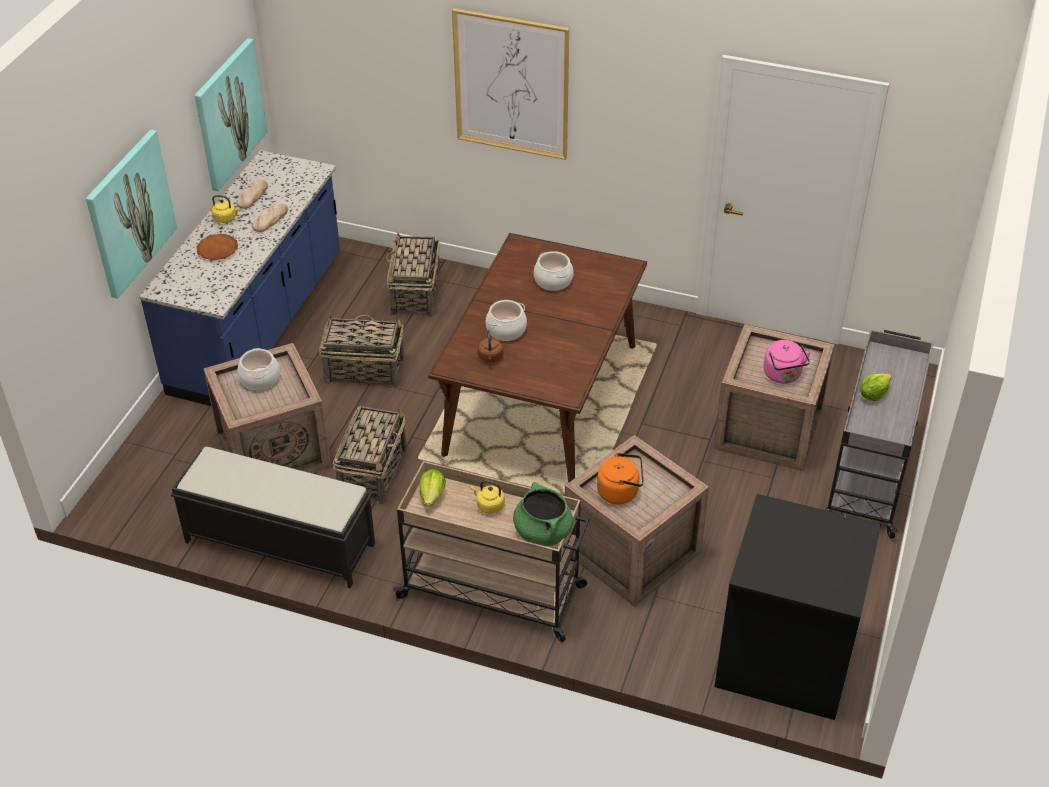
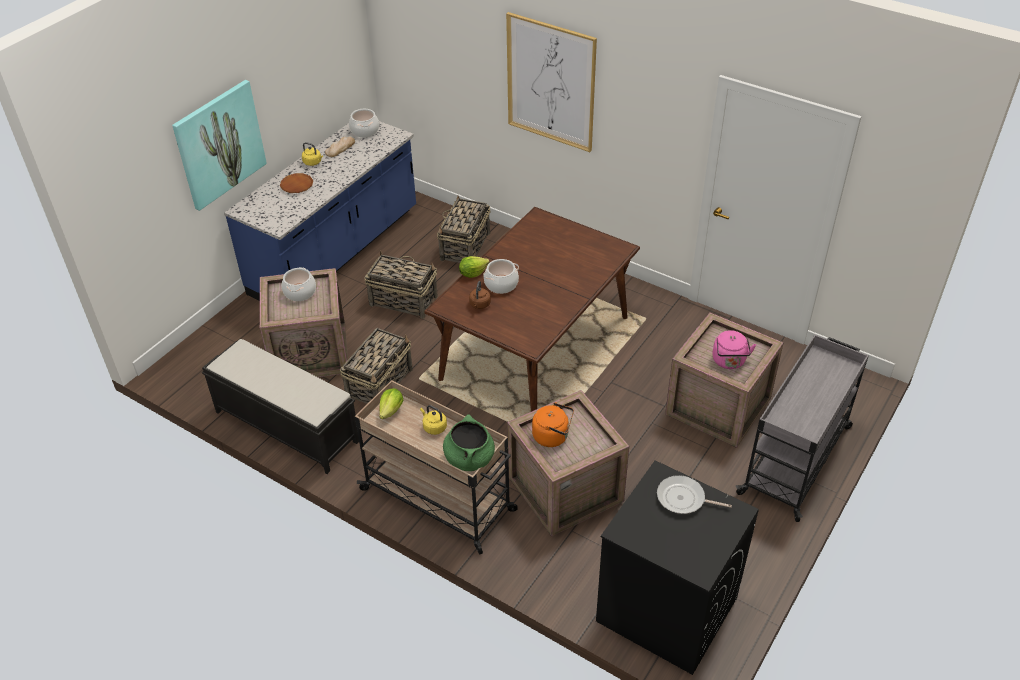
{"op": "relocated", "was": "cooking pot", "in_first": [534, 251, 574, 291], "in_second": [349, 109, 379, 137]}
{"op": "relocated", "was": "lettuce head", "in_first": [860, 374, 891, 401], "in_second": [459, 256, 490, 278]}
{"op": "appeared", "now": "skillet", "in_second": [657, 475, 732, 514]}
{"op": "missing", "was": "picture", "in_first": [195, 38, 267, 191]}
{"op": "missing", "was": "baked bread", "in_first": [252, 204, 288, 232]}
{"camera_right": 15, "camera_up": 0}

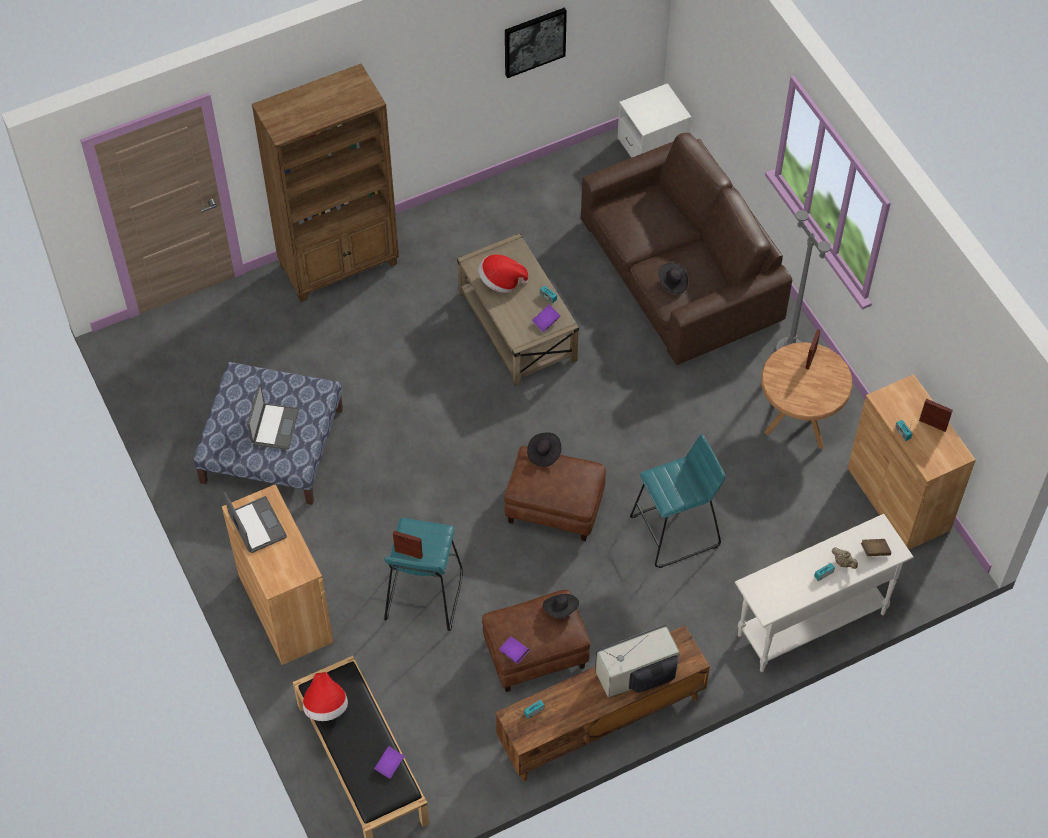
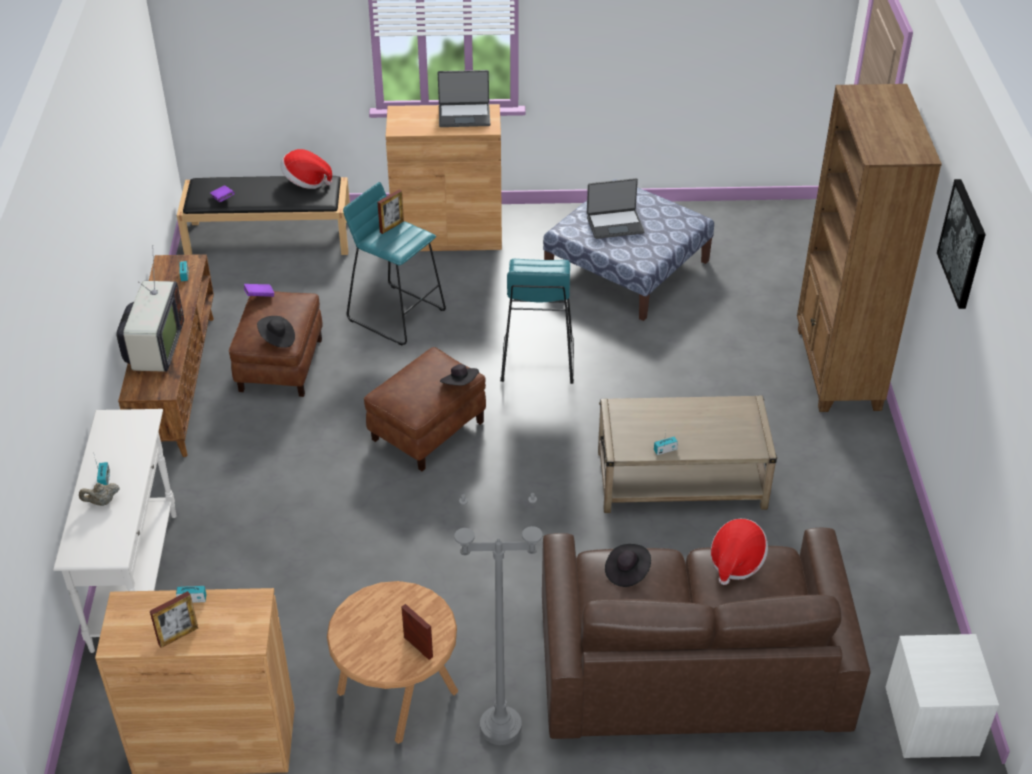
{"op": "relocated", "was": "sitting stool in blue-green", "in_first": [630, 434, 726, 568], "in_second": [500, 259, 574, 384]}
{"op": "spun", "was": "portable computer", "in_first": [247, 384, 299, 450], "in_second": [587, 178, 645, 239], "clockwise": -45}
{"op": "relocated", "was": "clothing hat", "in_first": [478, 254, 528, 293], "in_second": [711, 519, 768, 585]}
{"op": "relocated", "was": "picture", "in_first": [505, 8, 567, 78], "in_second": [937, 179, 986, 309]}
{"op": "missing", "was": "bound book in purple", "in_first": [532, 305, 561, 332]}
{"op": "missing", "was": "bound book in brown-coloured", "in_first": [861, 539, 891, 556]}
{"camera_right": 115, "camera_up": -15}

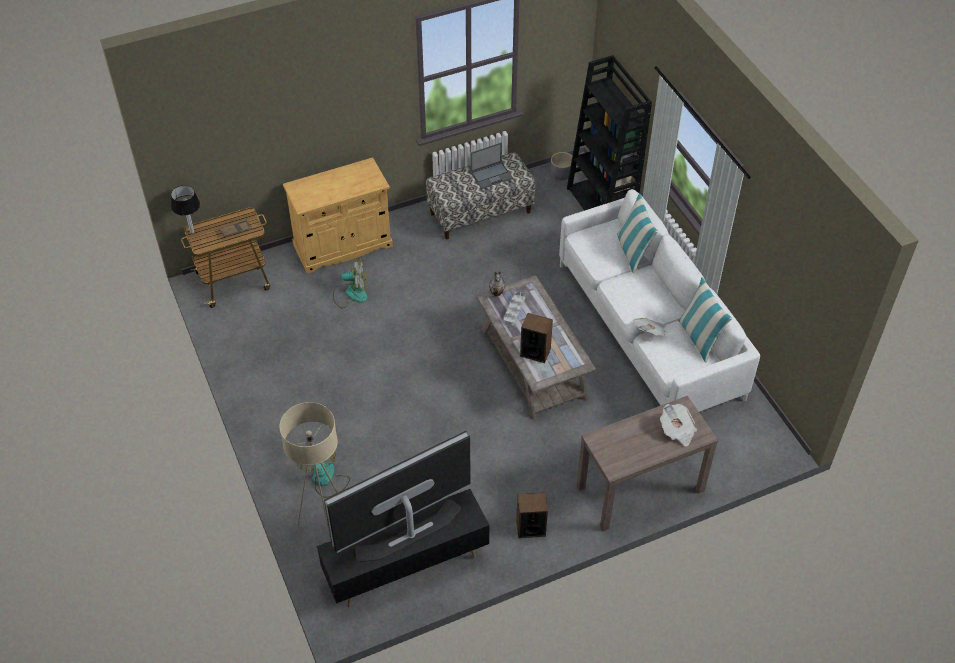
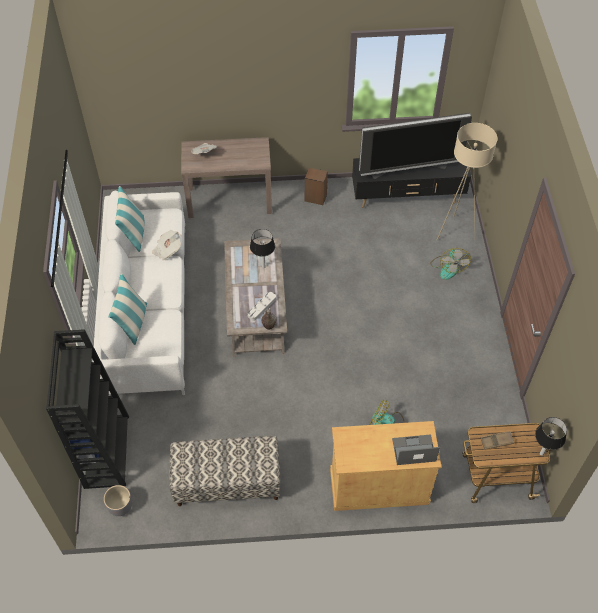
{"op": "exchanged", "was": "loudspeaker", "now": "lamp for a table", "in_first": [520, 313, 553, 363], "in_second": [250, 229, 275, 268]}
{"op": "relocated", "was": "portable computer", "in_first": [470, 142, 513, 189], "in_second": [392, 434, 440, 465]}
{"camera_right": -160, "camera_up": 5}

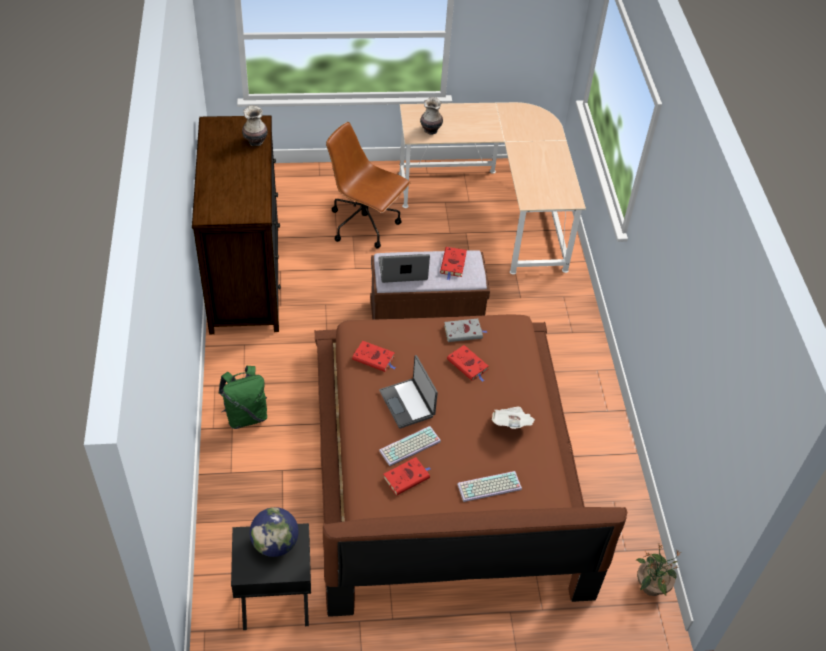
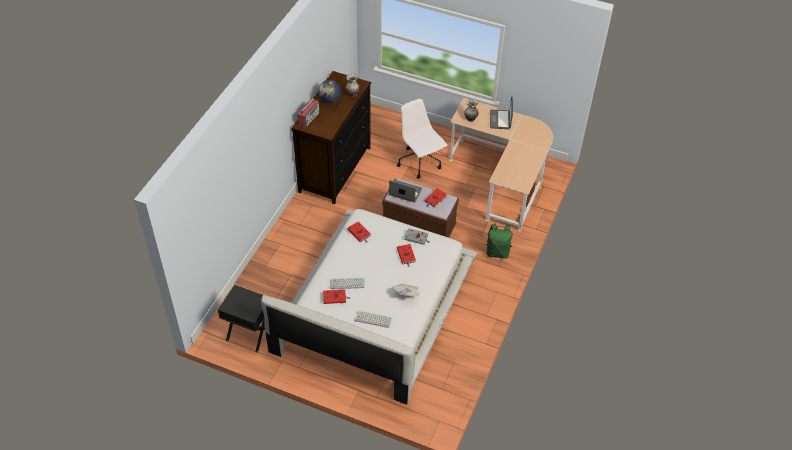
{"op": "colour", "was": "sleeping bed in brown-coloured", "now": "sleeping bed in white", "in_first": [315, 315, 627, 617], "in_second": [261, 209, 478, 405]}
{"op": "appeared", "now": "radio", "in_second": [297, 99, 320, 127]}
{"op": "relocated", "was": "desk globe", "in_first": [250, 507, 299, 557], "in_second": [318, 80, 341, 103]}
{"op": "colour", "was": "office chair in brown-coloured", "now": "office chair in white", "in_first": [326, 122, 411, 248], "in_second": [397, 99, 447, 178]}
{"op": "relocated", "was": "rucksack in green-coloured", "in_first": [219, 366, 267, 429], "in_second": [485, 224, 513, 258]}
{"op": "relocated", "was": "portable computer", "in_first": [379, 355, 438, 428], "in_second": [490, 96, 513, 129]}
{"op": "missing", "was": "potted plant", "in_first": [635, 543, 682, 596]}
{"camera_right": 30, "camera_up": 0}

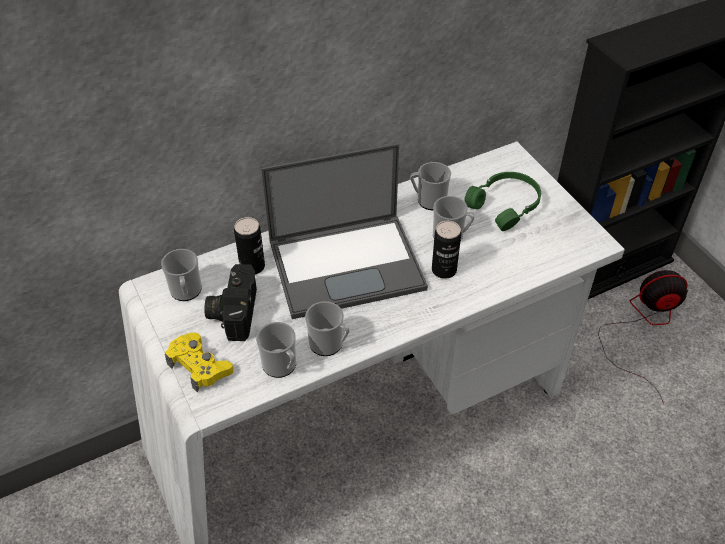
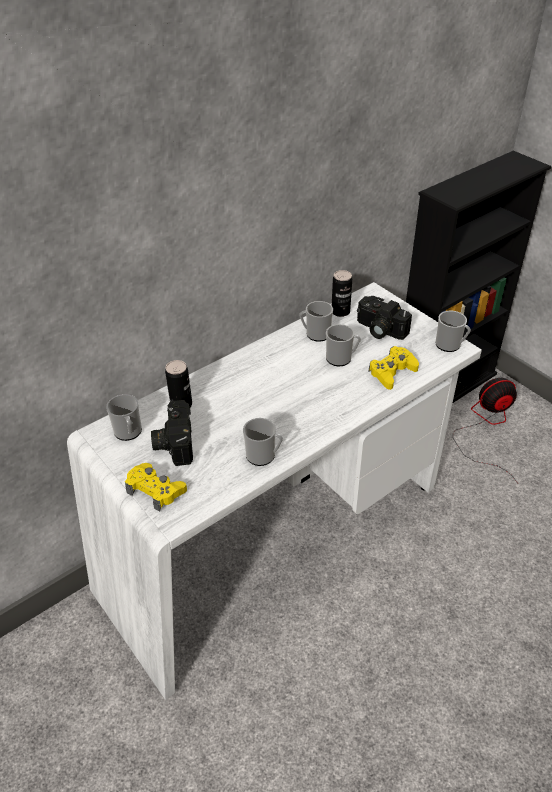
{"op": "relocated", "was": "can", "in_first": [432, 221, 461, 279], "in_second": [332, 270, 352, 317]}
{"op": "exchanged", "was": "headphones in green-coloured", "now": "photo camera", "in_first": [464, 172, 541, 231], "in_second": [357, 296, 412, 340]}
{"op": "appeared", "now": "gamepad in yellowish", "in_second": [369, 346, 419, 390]}
{"op": "relocated", "was": "coffee mug", "in_first": [256, 322, 296, 378], "in_second": [435, 311, 471, 352]}
{"op": "missing", "was": "portable computer", "in_first": [261, 143, 428, 319]}
{"camera_right": -10, "camera_up": -5}

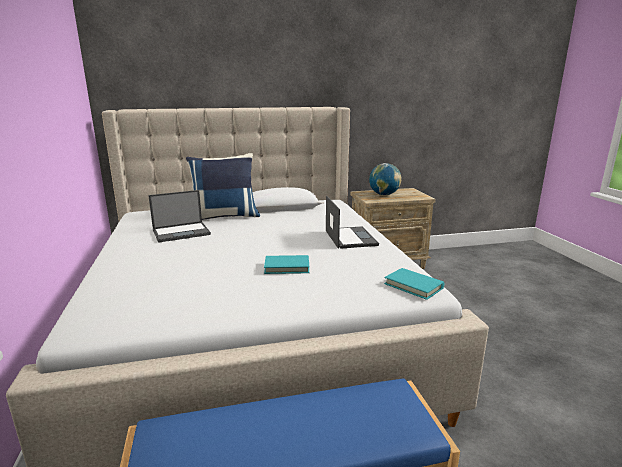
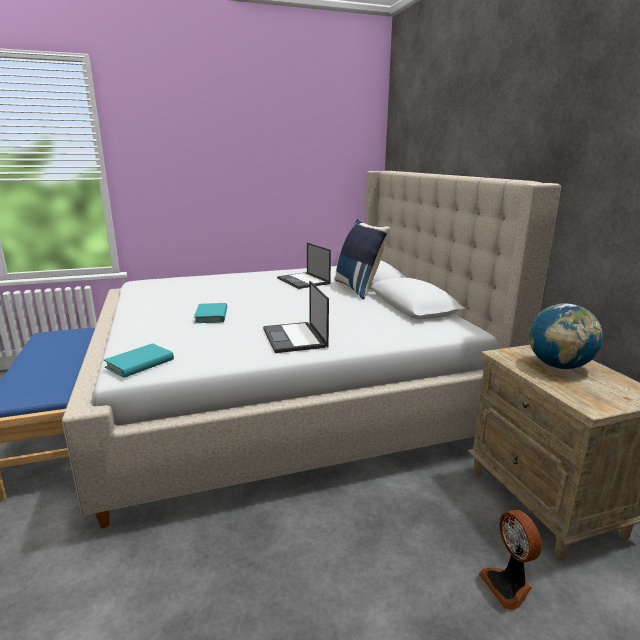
{"op": "spun", "was": "portable computer", "in_first": [326, 196, 379, 249], "in_second": [263, 281, 329, 353], "clockwise": 90}
{"op": "appeared", "now": "electric fan", "in_second": [479, 510, 542, 610]}
{"camera_right": 85, "camera_up": 0}

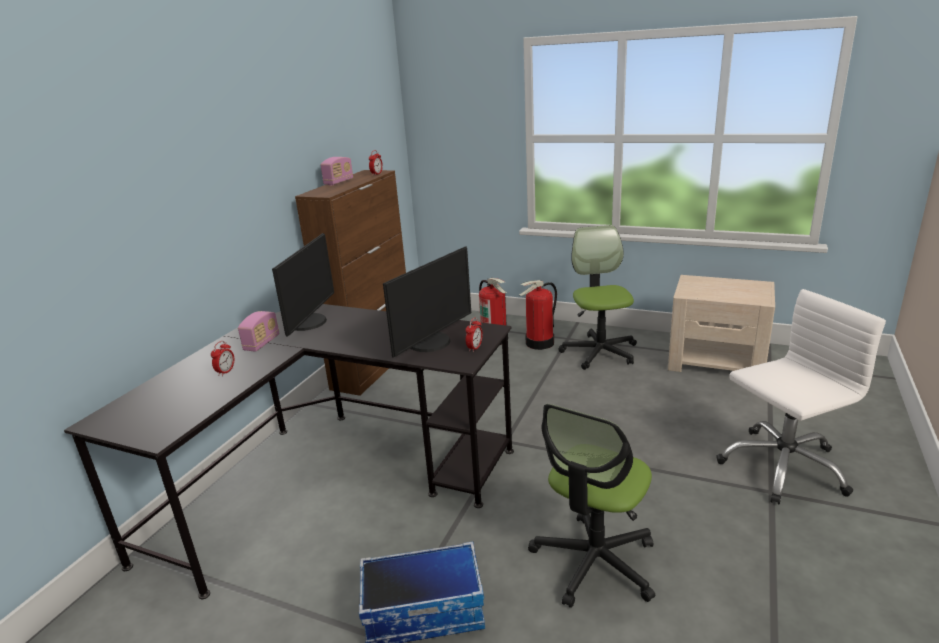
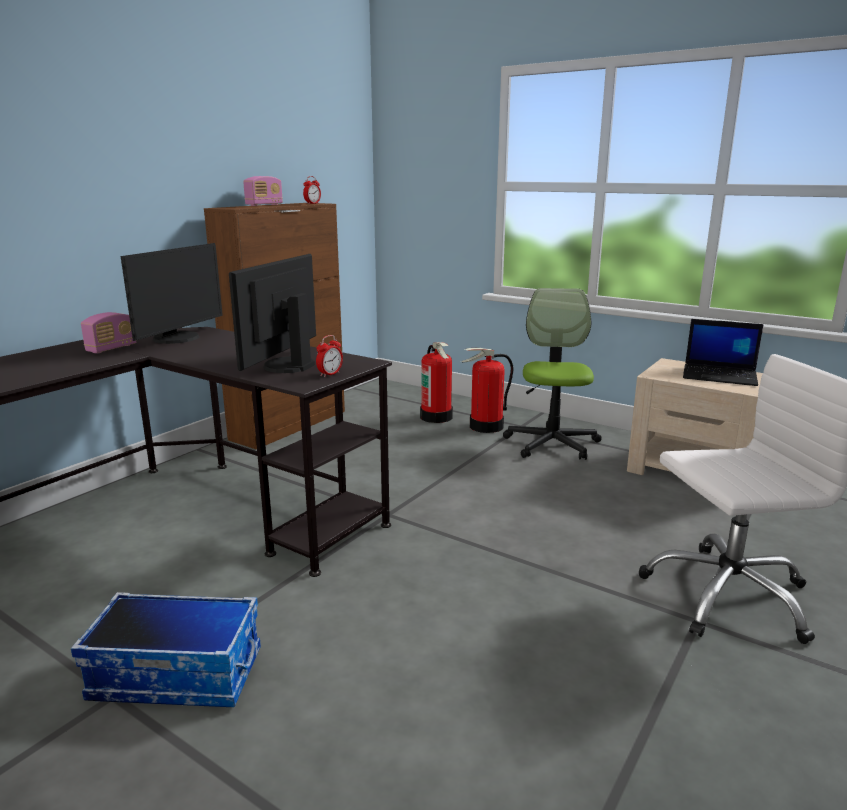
{"op": "spun", "was": "computer screen", "in_first": [383, 246, 471, 358], "in_second": [229, 254, 316, 373], "clockwise": 150}
{"op": "appeared", "now": "portable computer", "in_second": [683, 319, 764, 386]}
{"op": "missing", "was": "table clock", "in_first": [211, 341, 234, 376]}
{"op": "missing", "was": "office chair", "in_first": [528, 404, 655, 608]}
{"camera_right": 10, "camera_up": -5}

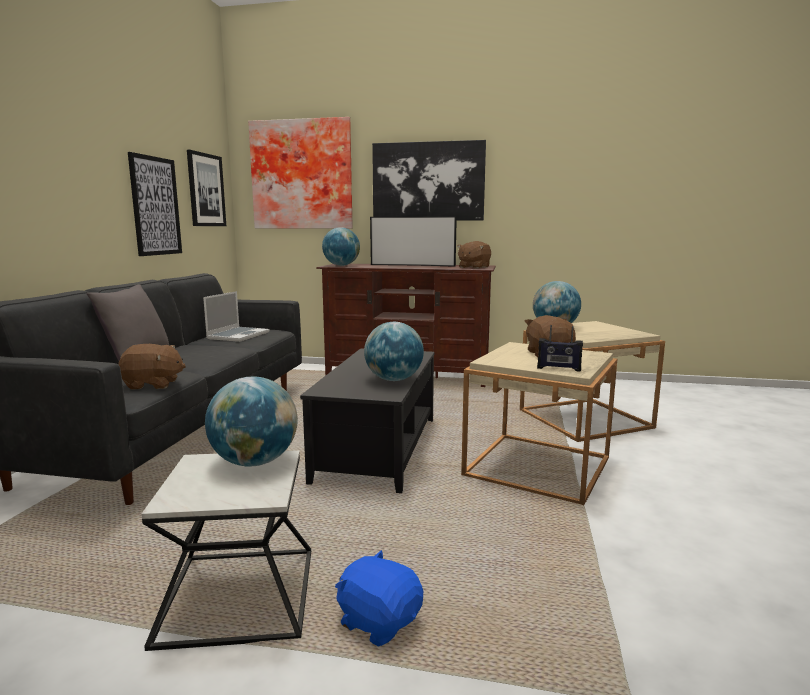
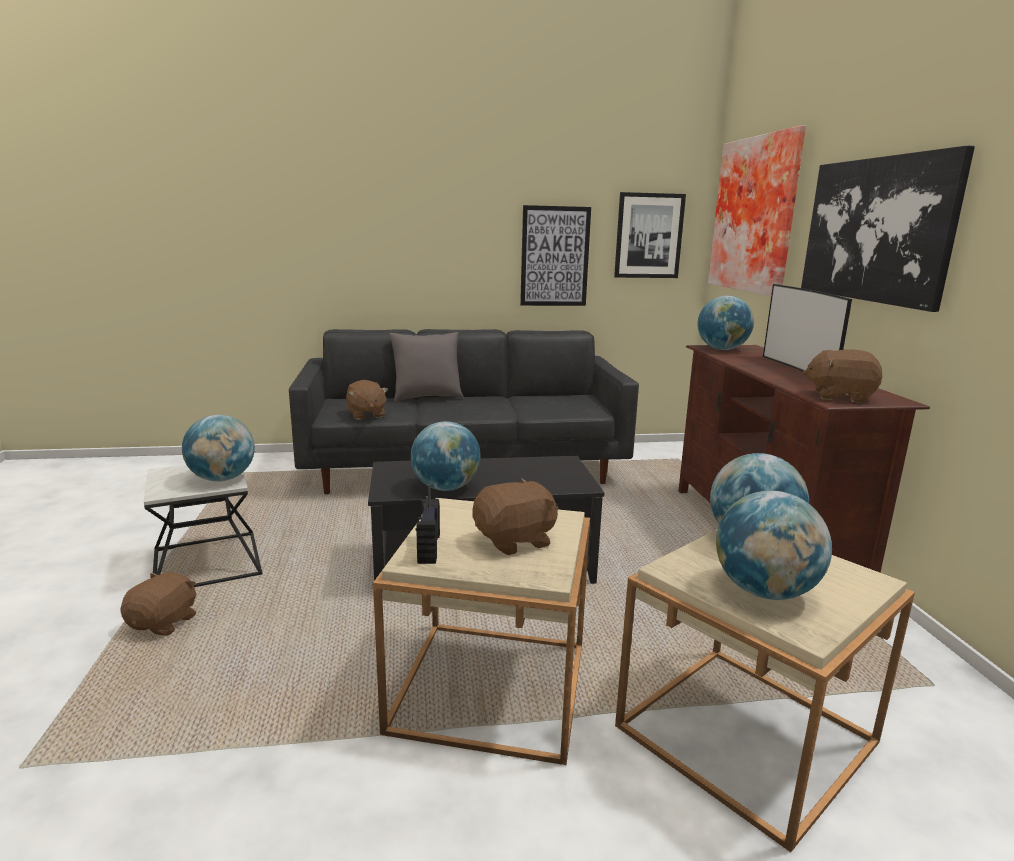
{"op": "colour", "was": "cuddly toy in blue", "now": "cuddly toy in brown-coloured", "in_first": [335, 550, 423, 647], "in_second": [120, 572, 196, 635]}
{"op": "appeared", "now": "desk globe", "in_second": [716, 490, 832, 600]}
{"op": "missing", "was": "portable computer", "in_first": [203, 291, 270, 342]}
{"camera_right": 70, "camera_up": 5}

